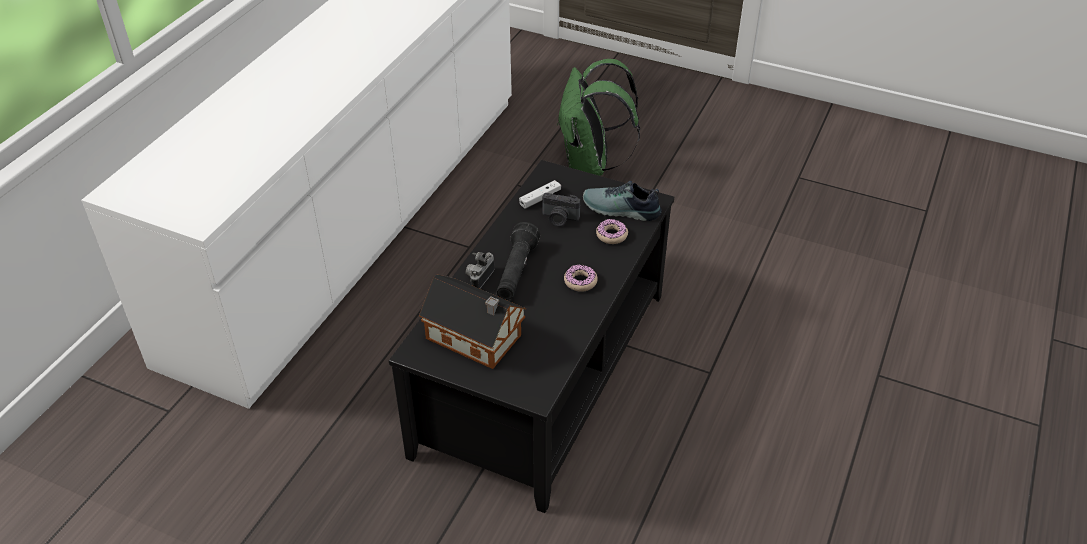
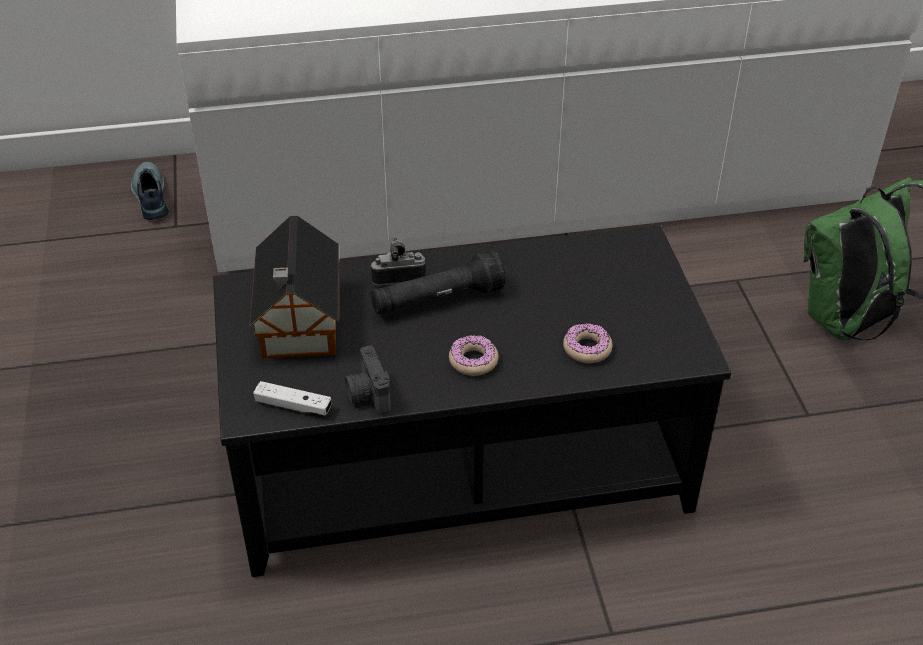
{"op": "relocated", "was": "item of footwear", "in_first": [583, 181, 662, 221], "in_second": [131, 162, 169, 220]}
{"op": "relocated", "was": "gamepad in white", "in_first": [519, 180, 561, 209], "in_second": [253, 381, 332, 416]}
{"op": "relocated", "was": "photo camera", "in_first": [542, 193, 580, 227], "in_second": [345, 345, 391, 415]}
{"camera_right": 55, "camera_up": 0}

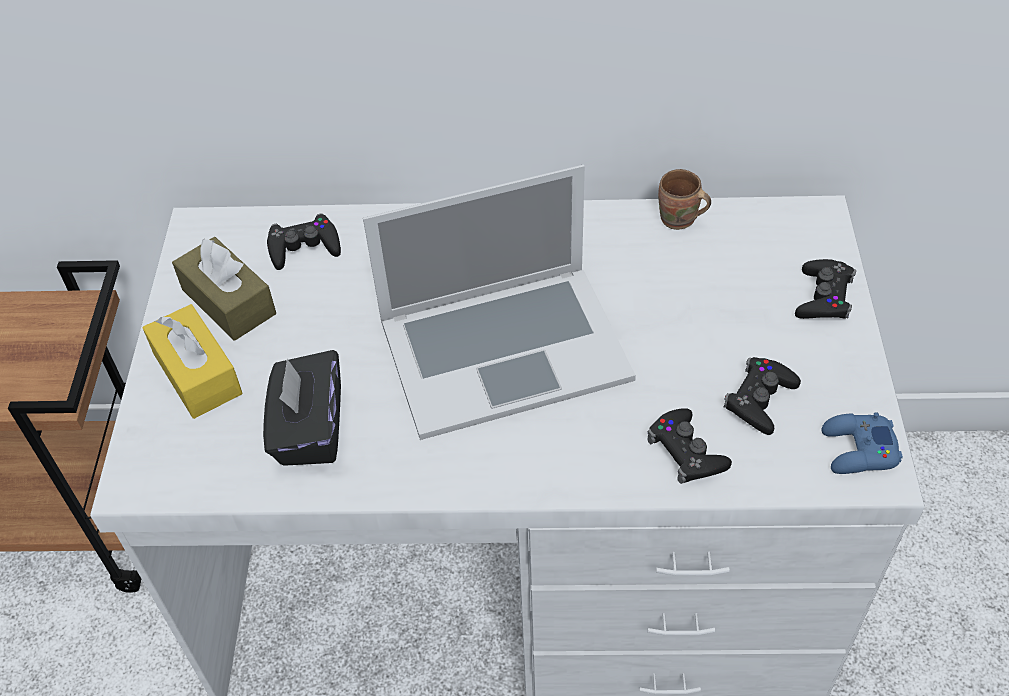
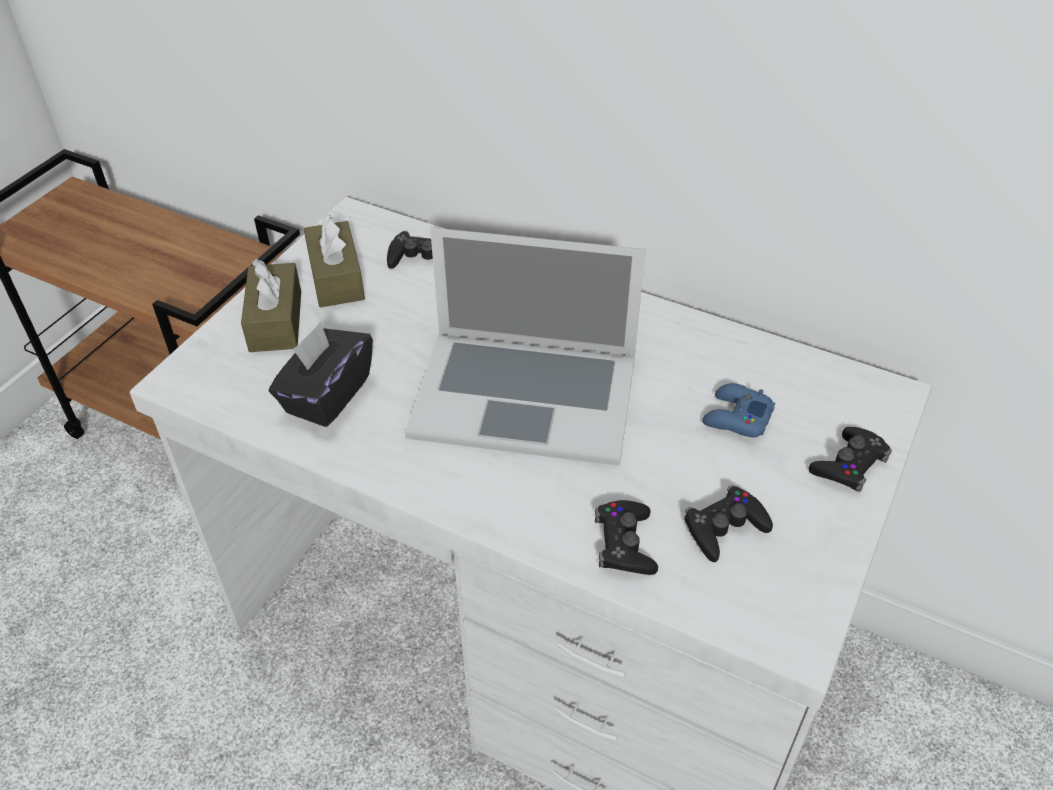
{"op": "colour", "was": "tissue box in yellowish", "now": "tissue box in brown-coloured", "in_first": [143, 304, 243, 419], "in_second": [241, 259, 301, 352]}
{"op": "relocated", "was": "gamepad in blue", "in_first": [821, 412, 903, 474], "in_second": [702, 383, 775, 438]}
{"op": "missing", "was": "coffee mug in brown-coloured", "in_first": [658, 169, 711, 230]}
{"camera_right": 25, "camera_up": -5}

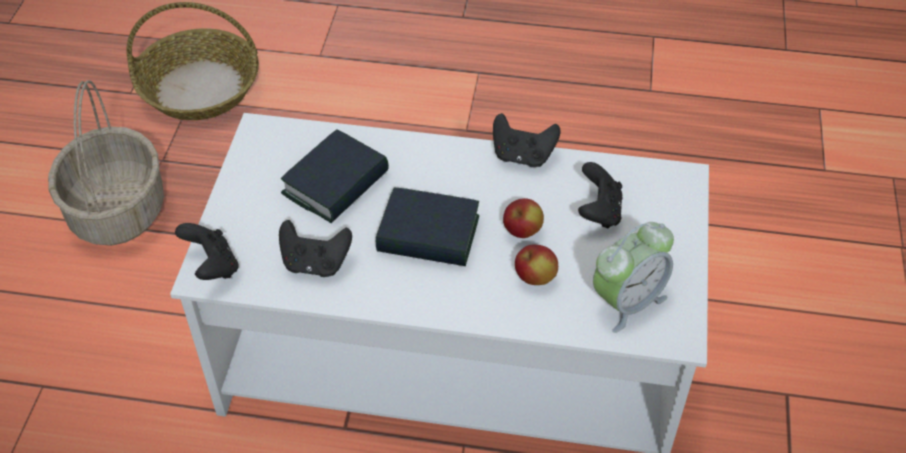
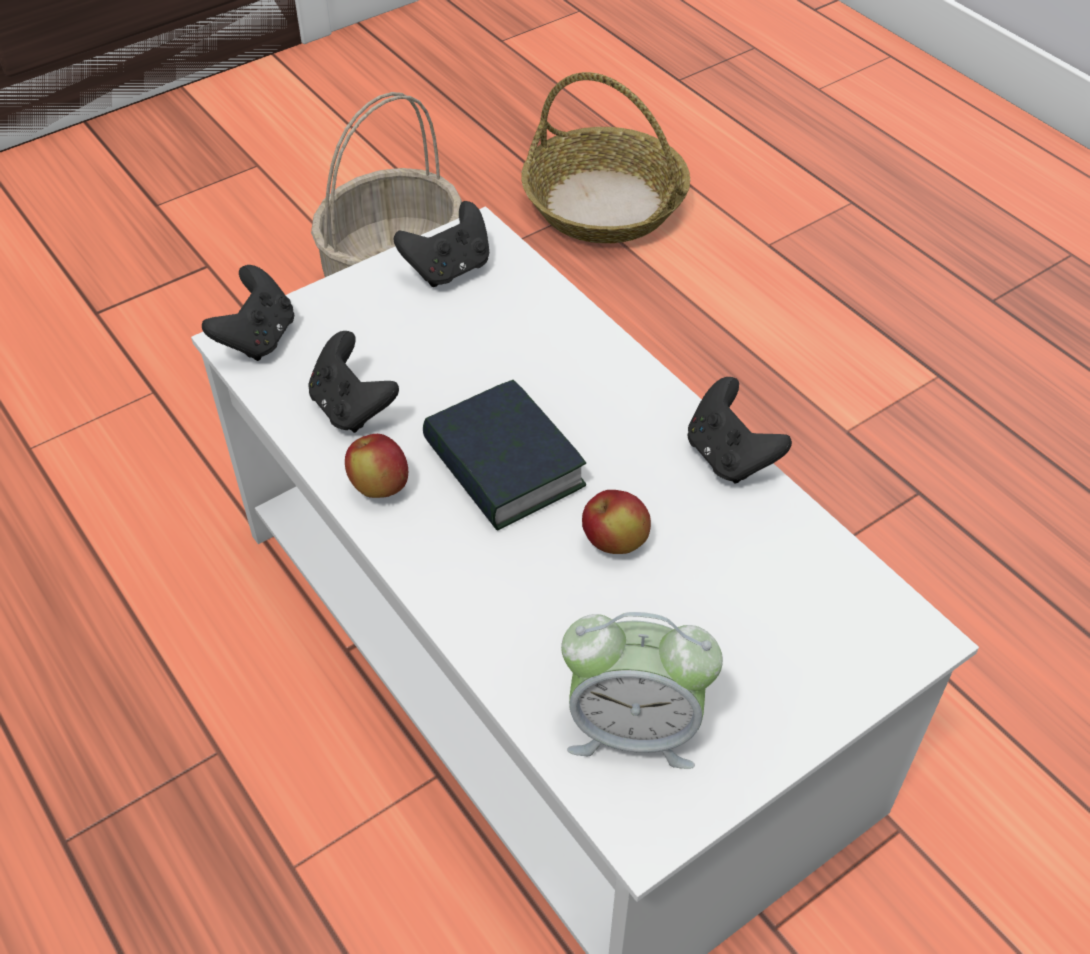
{"op": "relocated", "was": "apple fruit", "in_first": [515, 245, 558, 285], "in_second": [345, 434, 408, 498]}
{"op": "relocated", "was": "gamepad in black-coloured", "in_first": [578, 162, 623, 229], "in_second": [394, 201, 489, 287]}
{"op": "missing", "was": "bound book", "in_first": [281, 129, 389, 223]}
{"camera_right": 45, "camera_up": 0}

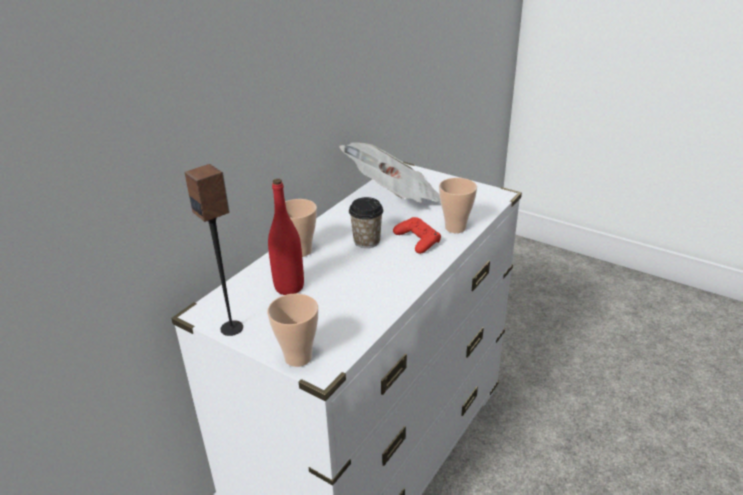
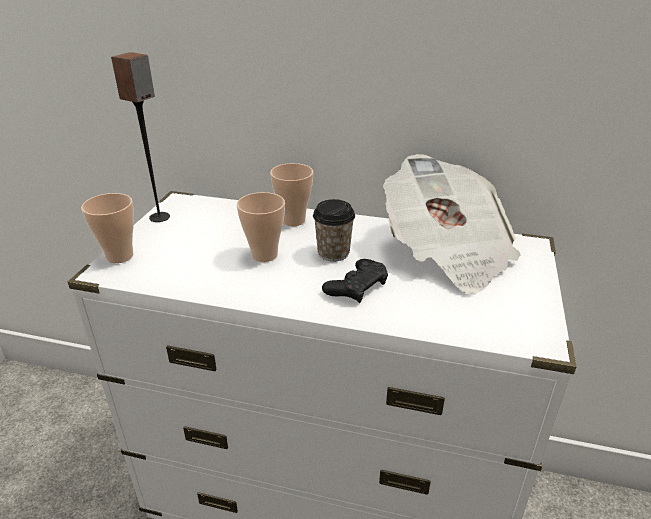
{"op": "relocated", "was": "small cup", "in_first": [439, 178, 477, 233], "in_second": [237, 192, 285, 262]}
{"op": "colour", "was": "gamepad in red", "now": "gamepad in black-coloured", "in_first": [393, 217, 441, 254], "in_second": [322, 259, 388, 303]}
{"op": "missing", "was": "drink bottle in red", "in_first": [268, 179, 304, 295]}
{"camera_right": 70, "camera_up": 0}

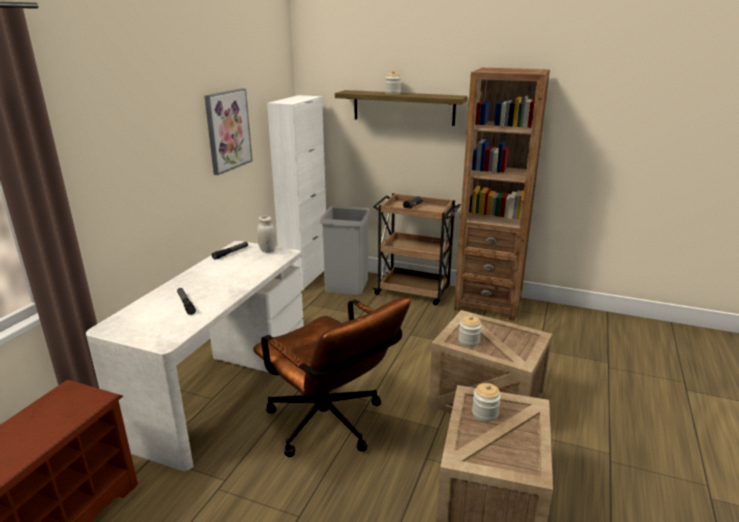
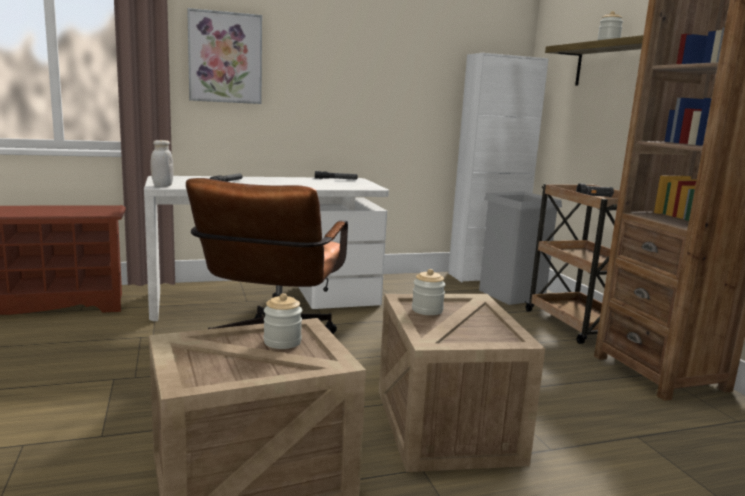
{"op": "relocated", "was": "storage jar in white", "in_first": [257, 216, 276, 253], "in_second": [150, 140, 174, 187]}
{"op": "relocated", "was": "picture", "in_first": [204, 89, 252, 175], "in_second": [187, 8, 262, 104]}
{"camera_right": 50, "camera_up": -10}

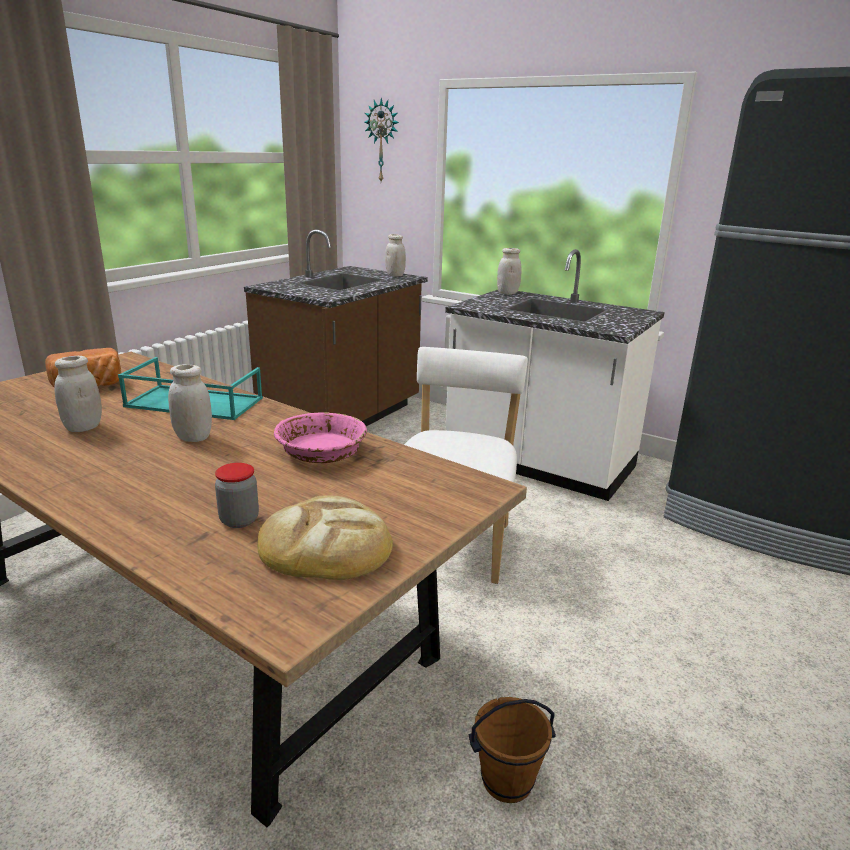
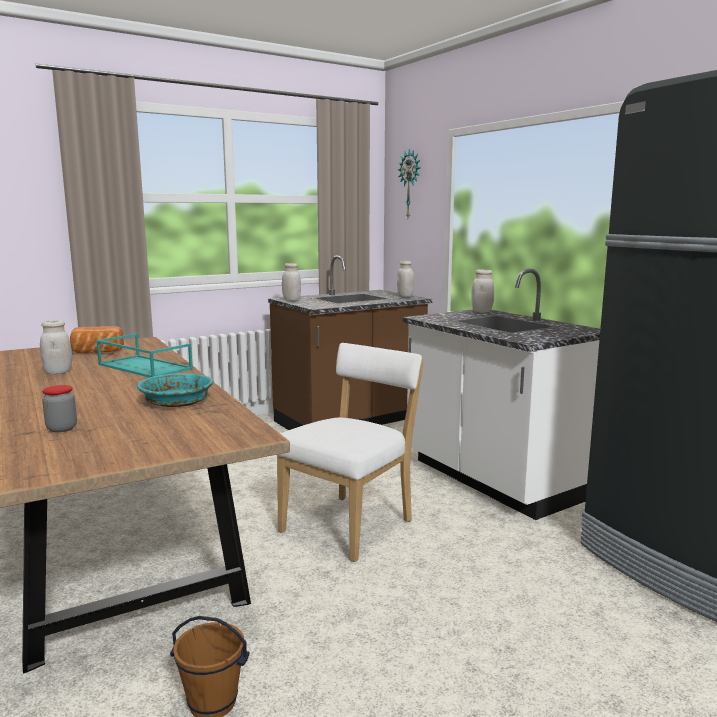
{"op": "colour", "was": "serving bowl in pink-coloured", "now": "serving bowl in blue-green", "in_first": [274, 412, 367, 463], "in_second": [137, 373, 214, 407]}
{"op": "relocated", "was": "storage jar in white", "in_first": [168, 364, 212, 442], "in_second": [282, 263, 301, 301]}
{"op": "missing", "was": "baked bread", "in_first": [257, 496, 393, 580]}
{"camera_right": 25, "camera_up": -10}

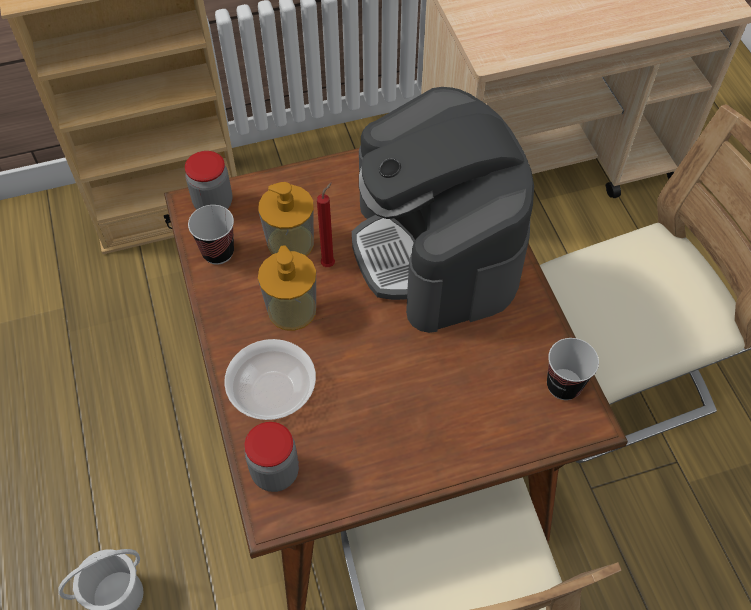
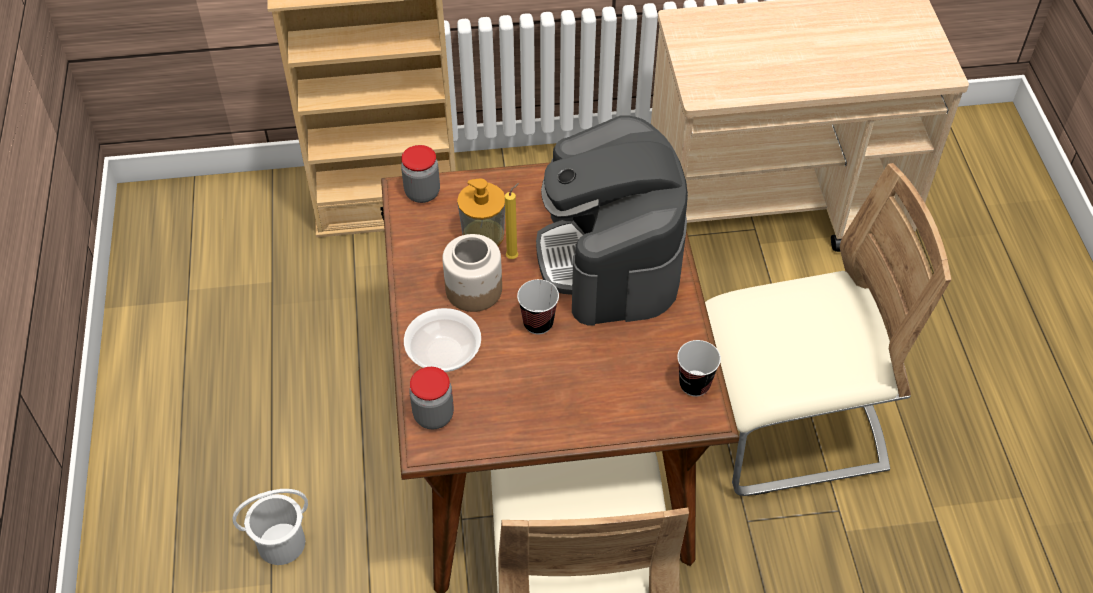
{"op": "exchanged", "was": "liquid soap bottle", "now": "storage jar", "in_first": [258, 245, 316, 331], "in_second": [442, 234, 502, 312]}
{"op": "colour", "was": "candle in red", "now": "candle in yellowish", "in_first": [317, 182, 335, 267], "in_second": [505, 183, 519, 259]}
{"op": "relocated", "was": "small cup", "in_first": [188, 205, 234, 265], "in_second": [517, 279, 559, 335]}
{"camera_right": 10, "camera_up": -5}

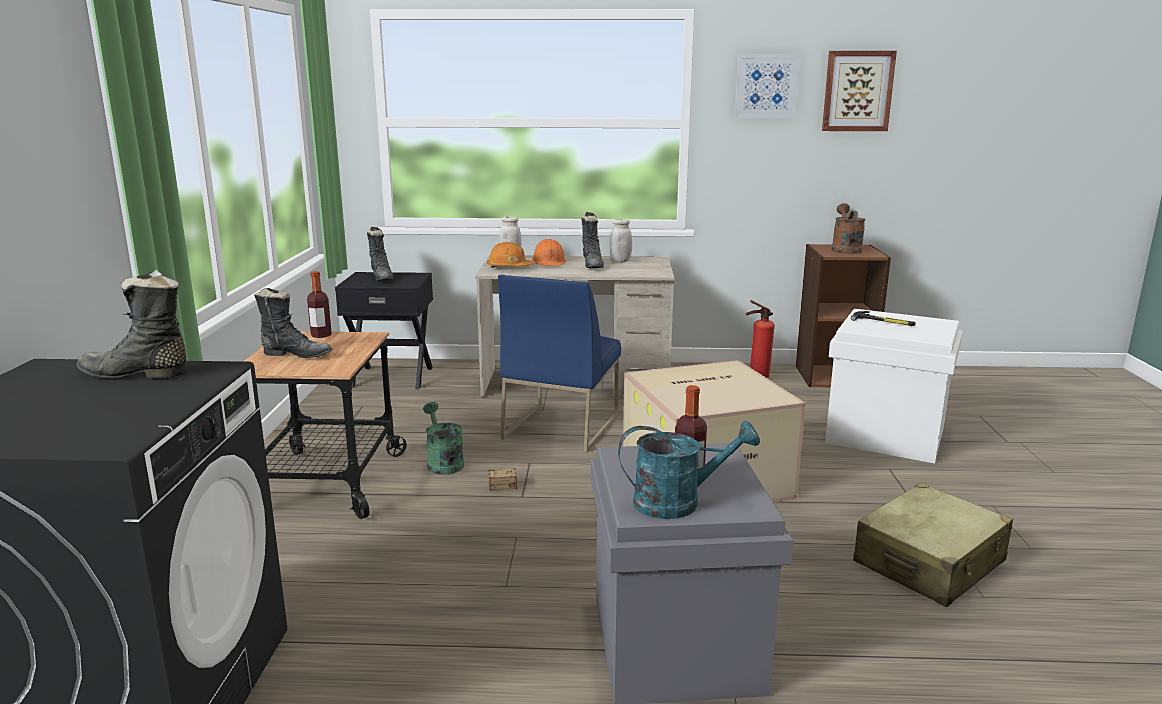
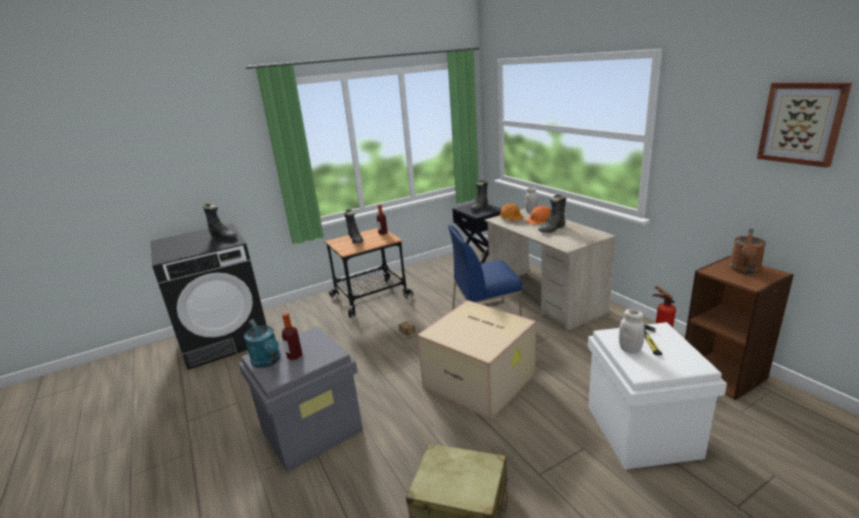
{"op": "spun", "was": "boot in black-coloured", "in_first": [77, 270, 187, 379], "in_second": [202, 204, 237, 240], "clockwise": 150}
{"op": "relocated", "was": "storage jar in white", "in_first": [610, 219, 632, 263], "in_second": [619, 309, 645, 354]}
{"op": "spun", "was": "watering pot in brown-coloured", "in_first": [831, 203, 866, 254], "in_second": [730, 229, 766, 274], "clockwise": 150}
{"op": "missing", "was": "watering pot in green-coloured", "in_first": [423, 402, 464, 475]}
{"op": "missing", "was": "picture", "in_first": [735, 55, 800, 118]}
{"camera_right": 60, "camera_up": 5}

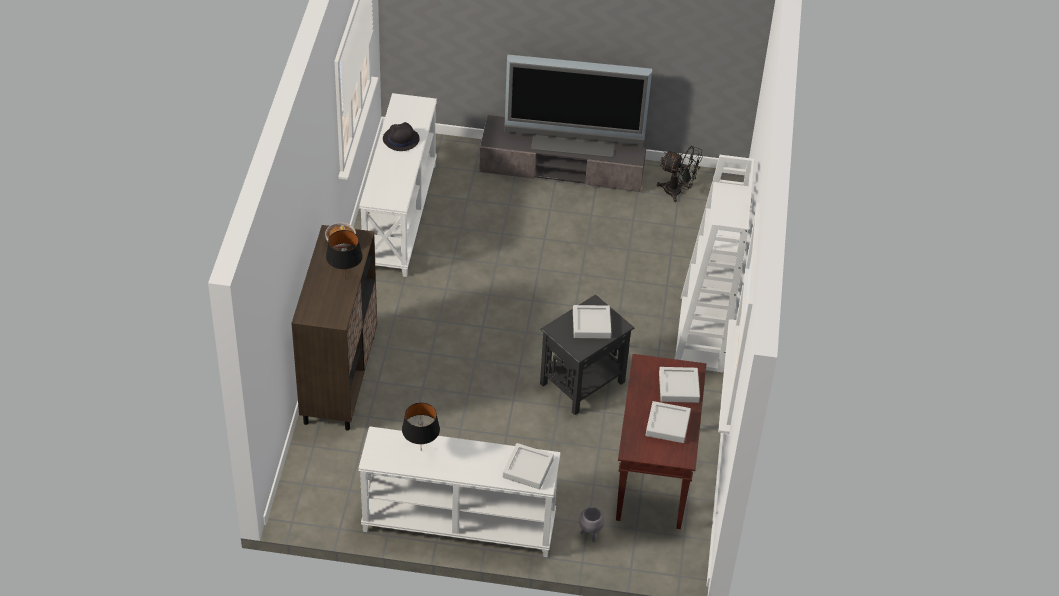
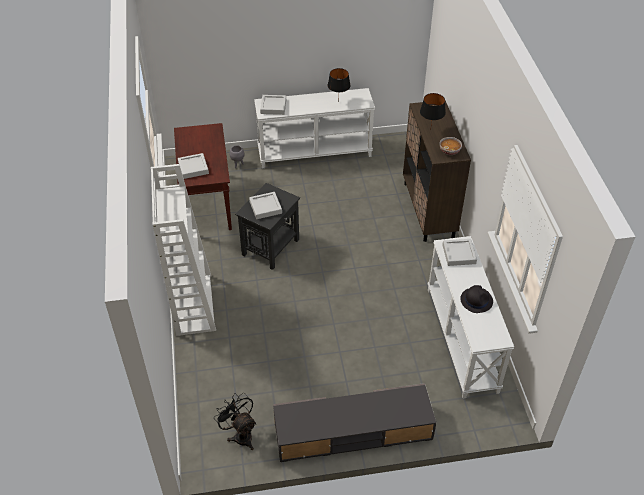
{"op": "spun", "was": "electric fan in black-coloured", "in_first": [657, 146, 703, 202], "in_second": [214, 393, 256, 450], "clockwise": 45}
{"op": "relocated", "was": "tray in gray", "in_first": [646, 401, 691, 443], "in_second": [443, 239, 477, 266]}
{"op": "missing", "was": "TV set", "in_first": [504, 55, 652, 158]}
{"camera_right": 165, "camera_up": 0}

